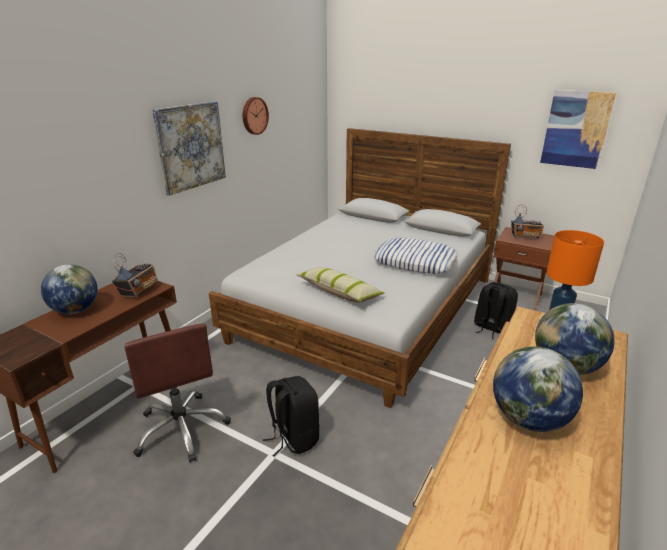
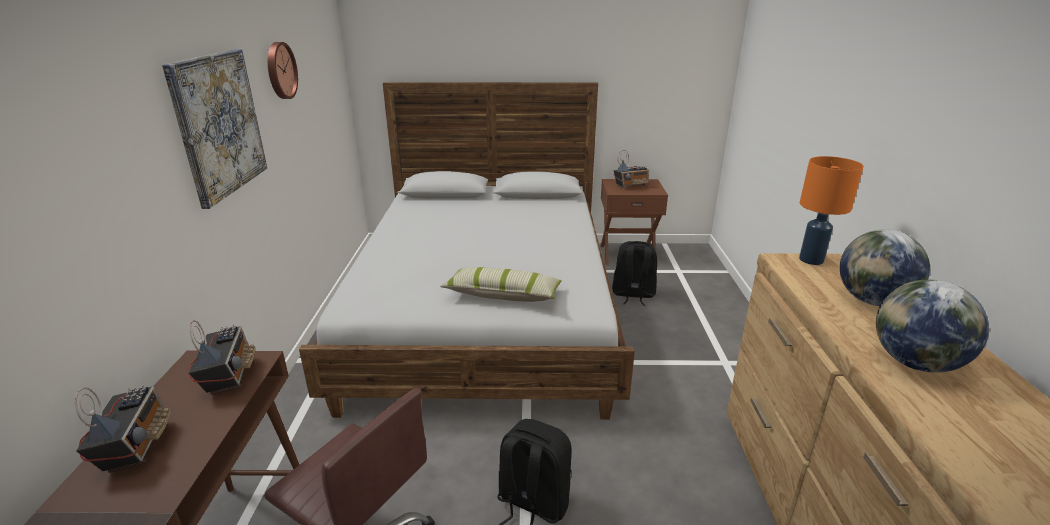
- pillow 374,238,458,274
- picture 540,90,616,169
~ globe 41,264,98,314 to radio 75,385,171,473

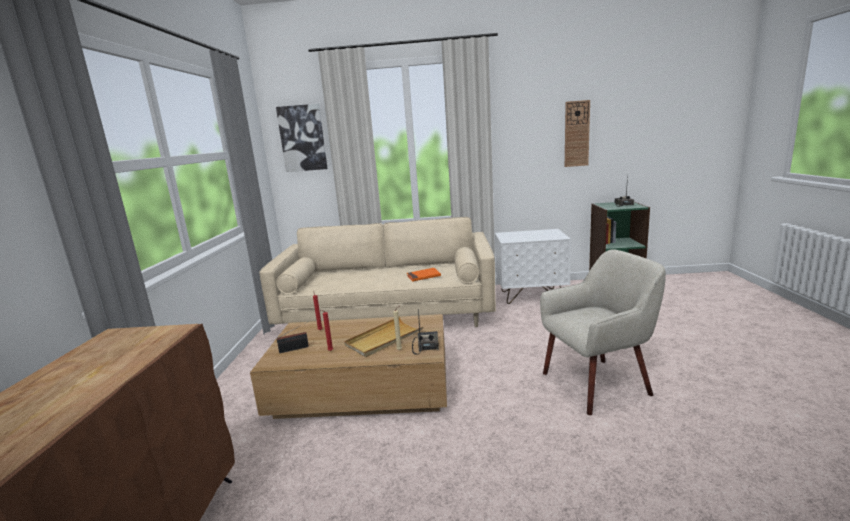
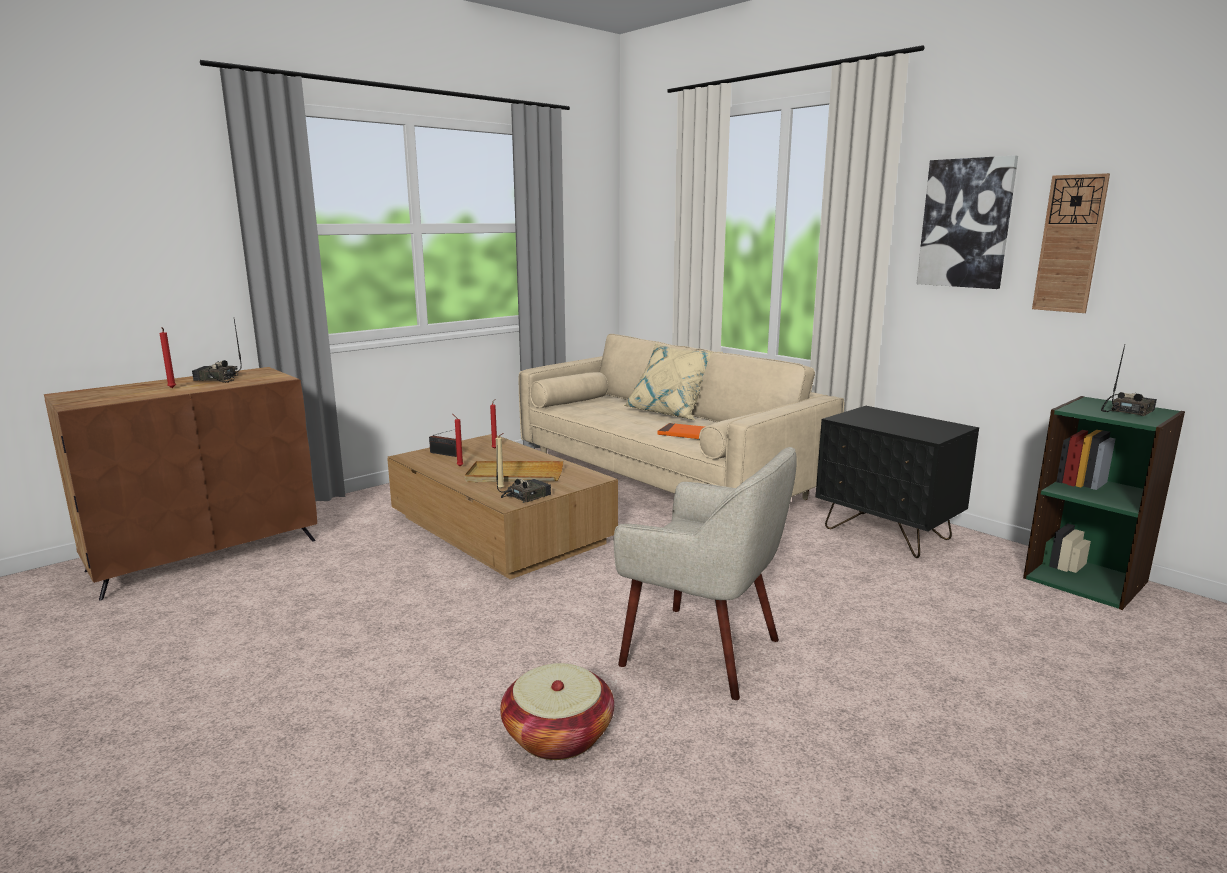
+ red candle 159,327,176,388
+ radio 192,319,242,383
+ basket 500,663,614,760
+ beige pillow 623,343,723,420
~ picture 276,104,328,172 to 916,155,1018,289
~ white nightstand 495,229,571,304 to black nightstand 815,406,979,558

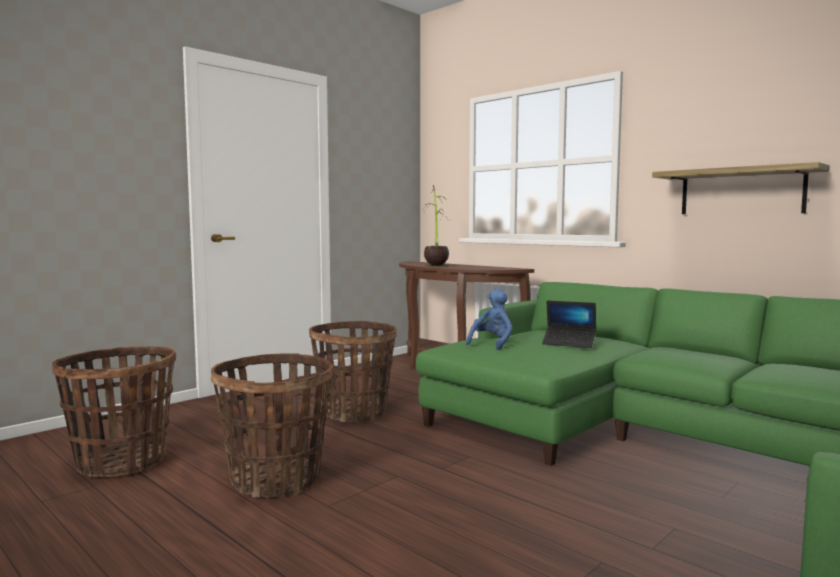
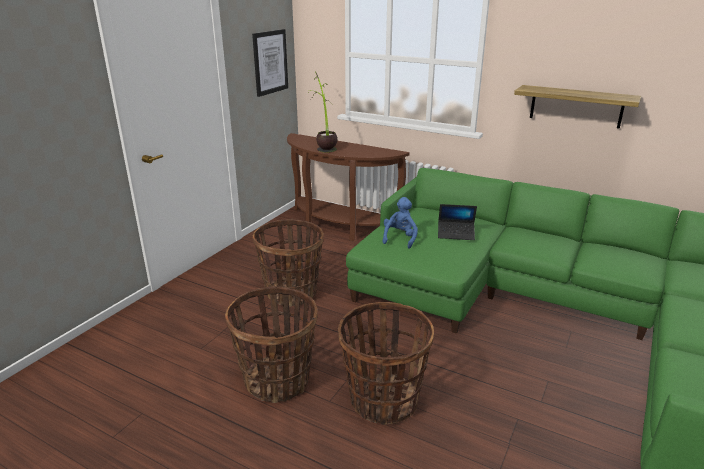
+ picture 252,29,288,97
~ basket 52,346,176,477 to 338,302,434,425

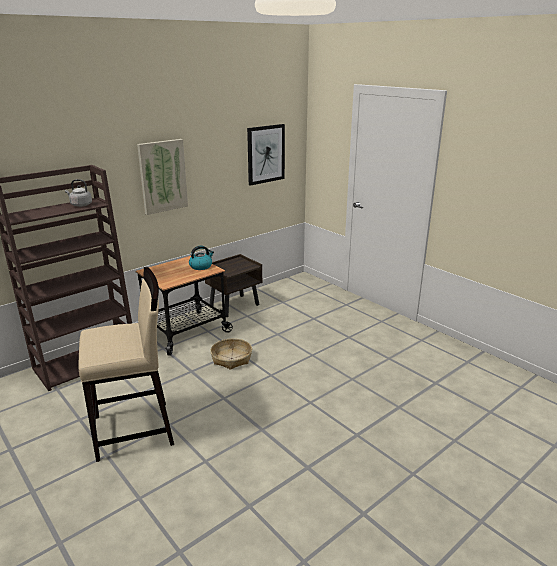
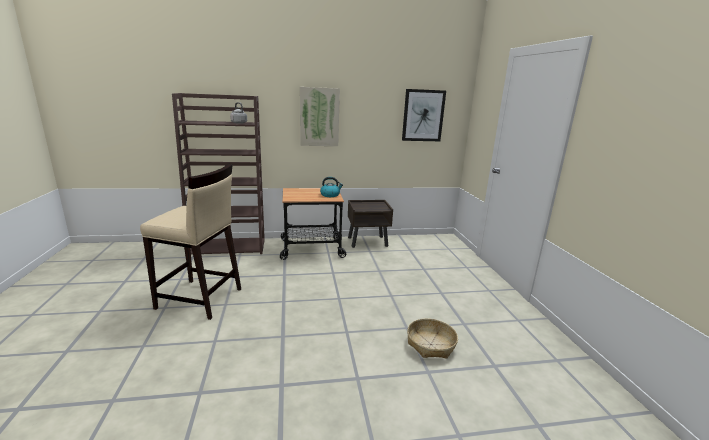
~ basket 210,338,252,370 to 407,318,458,358

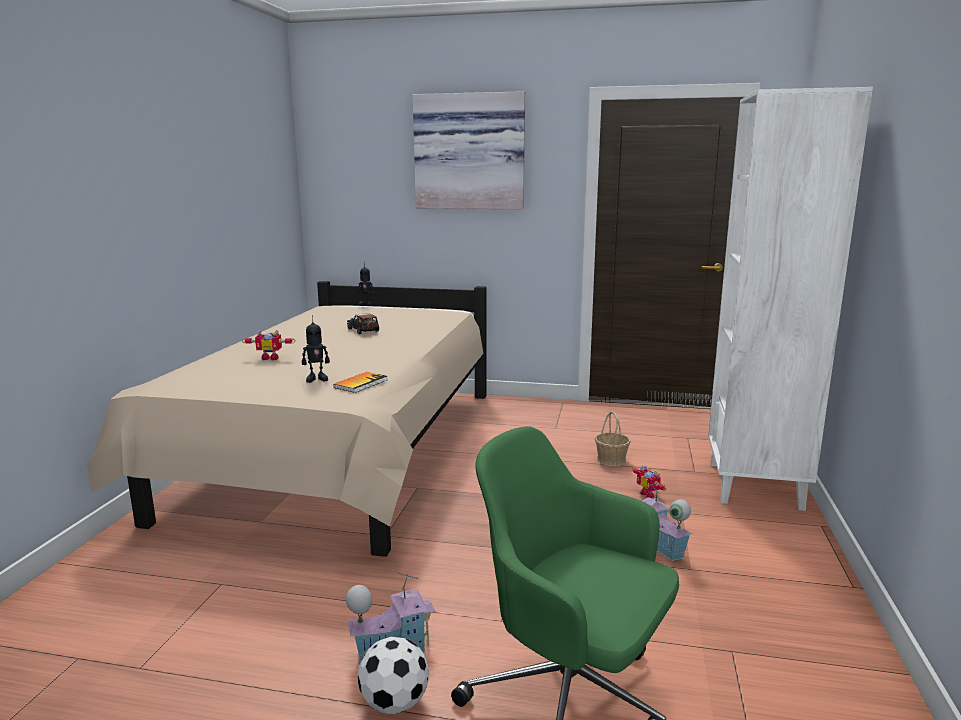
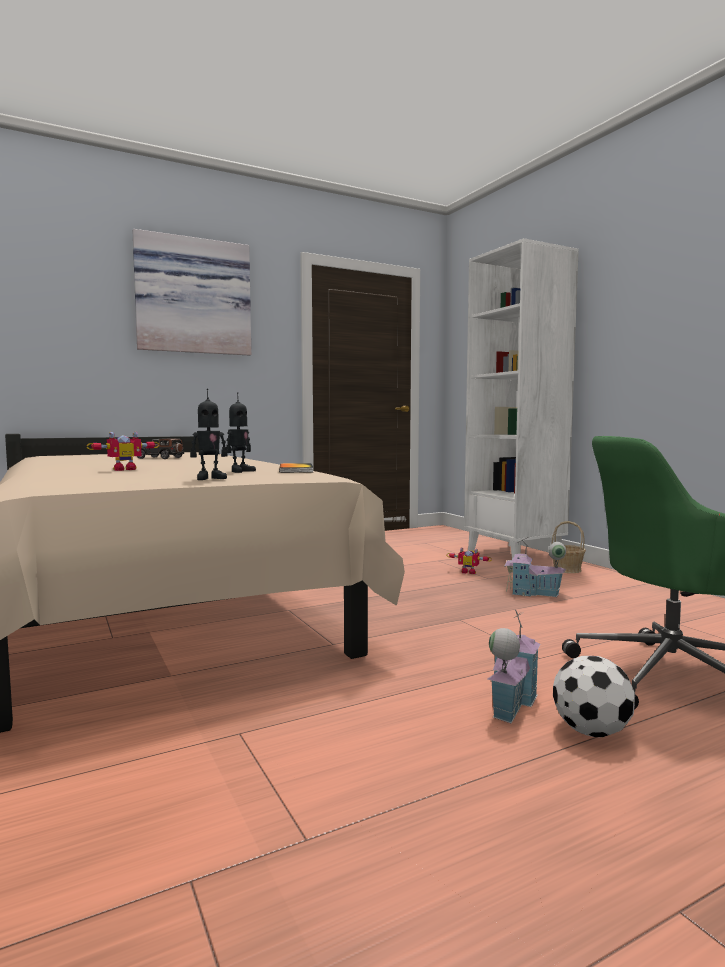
~ toy robot 358,262,374,306 to 190,389,228,480
~ basket 595,411,631,466 to 551,521,586,573

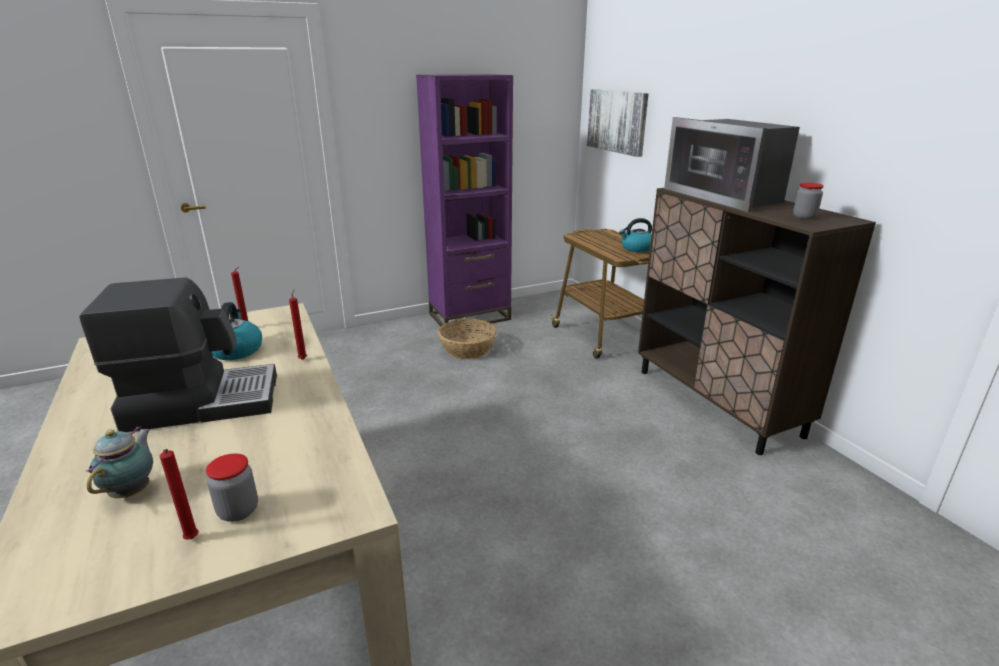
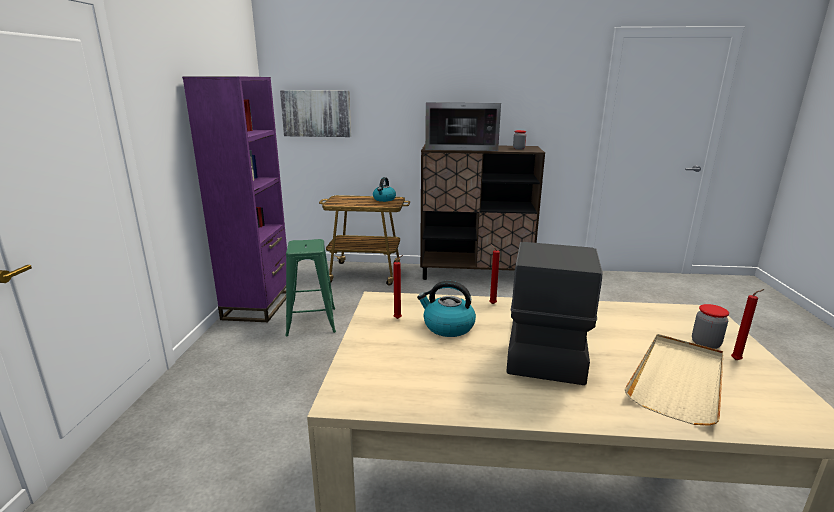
~ teapot 86,426,153,498 to beige tray 625,334,724,426
~ basket 438,319,497,359 to green stool 285,239,336,336

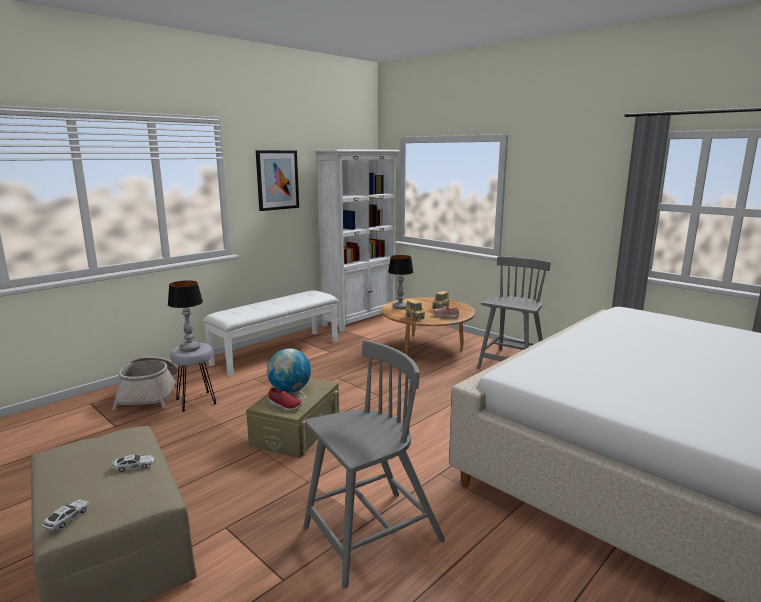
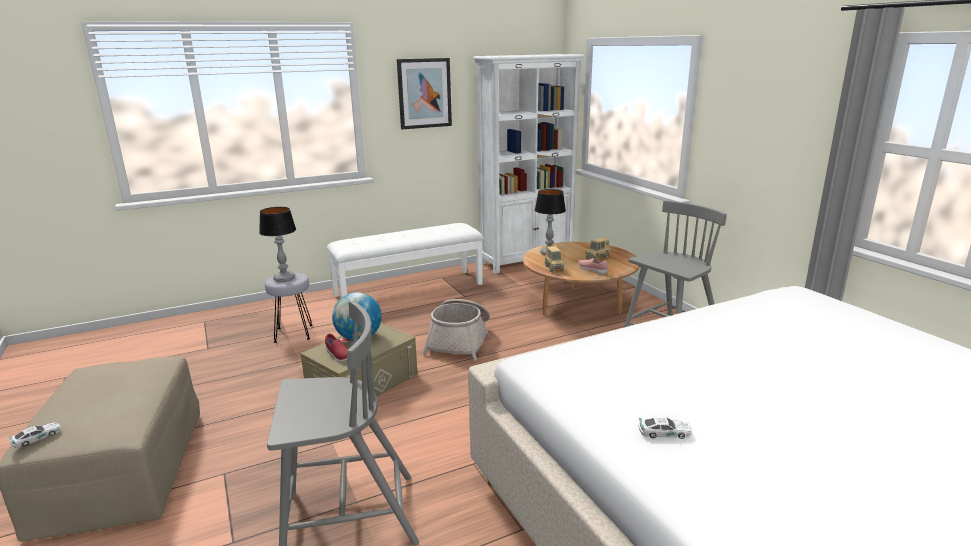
~ basket 112,356,179,410 to 422,299,490,361
~ toy car 112,454,154,472 to 639,417,692,439

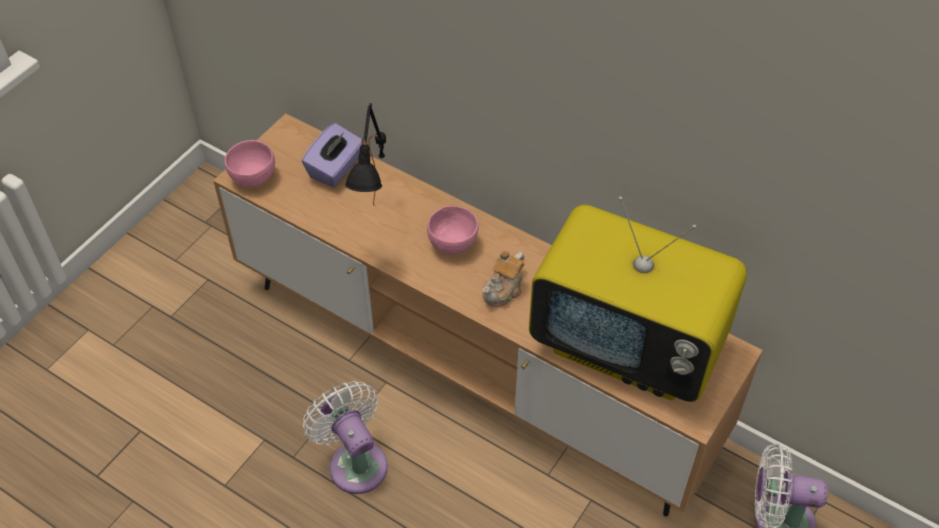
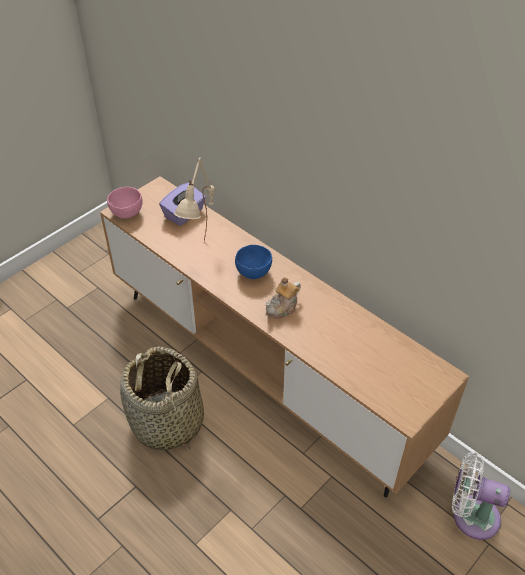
- television 529,196,747,402
~ white fan 303,381,388,494 to basket 120,346,204,450
~ black table lamp 345,103,386,205 to beige table lamp 174,158,215,240
~ pink bowl 427,206,479,255 to blue bowl 235,245,272,279

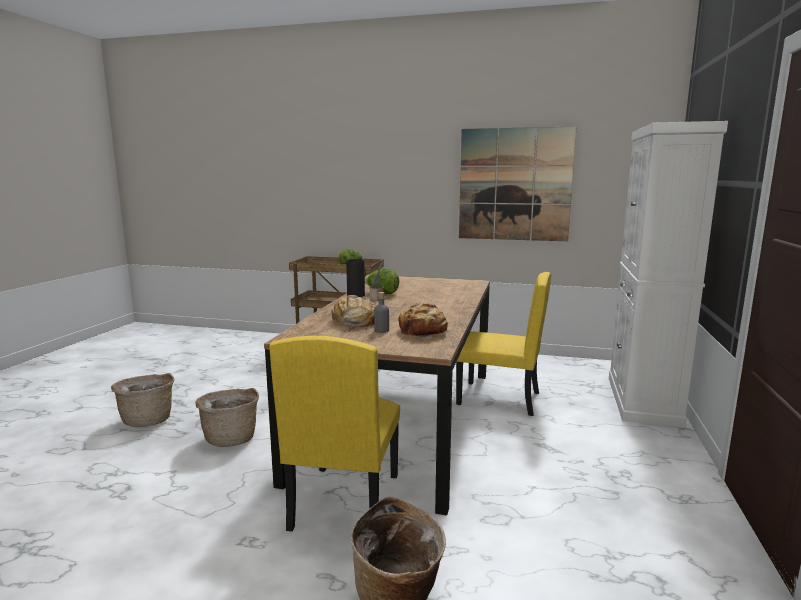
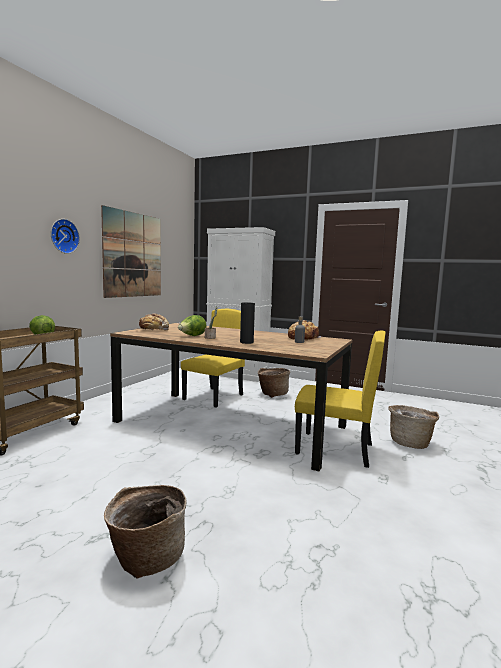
+ wall clock 51,219,80,254
~ basket 195,388,259,447 to 258,368,290,398
~ bread 332,295,377,327 to 136,313,169,331

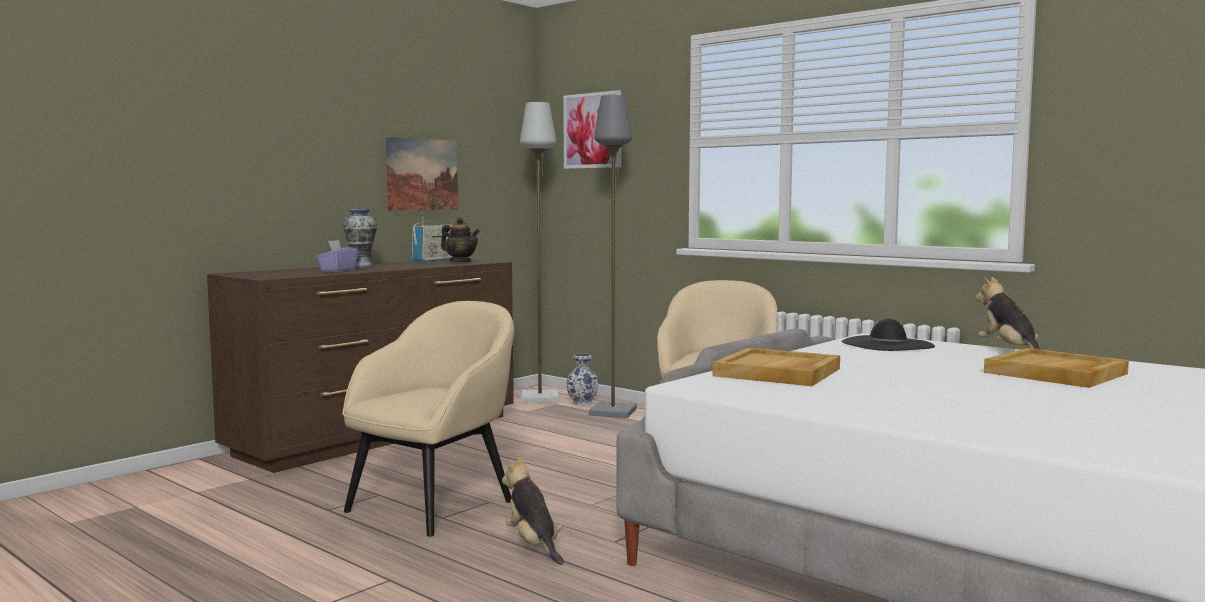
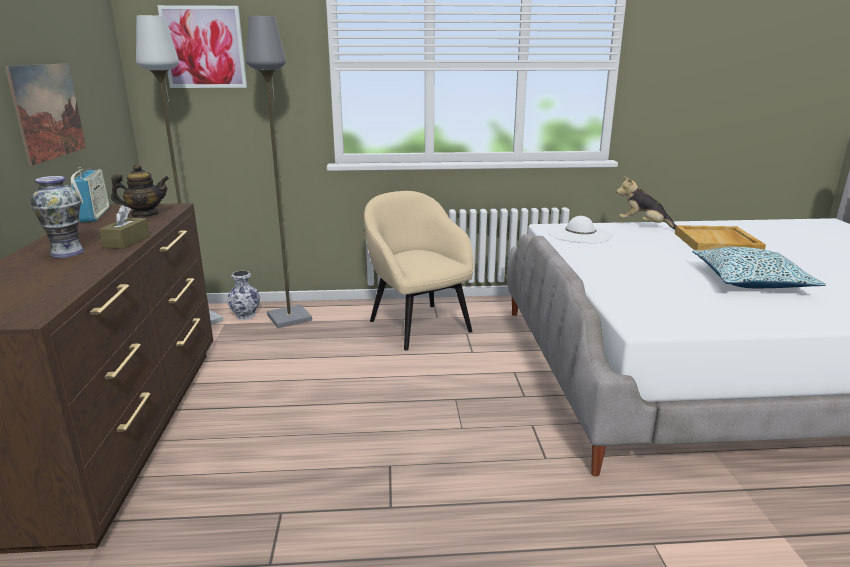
- purple tissue box 316,240,358,272
- beige armchair 342,301,514,537
- plush toy 502,456,564,565
- beige tray 713,348,840,386
+ brown tissue box 99,205,150,249
+ pillow 692,247,826,288
~ black hat 841,318,935,351 to white hat 548,216,613,243

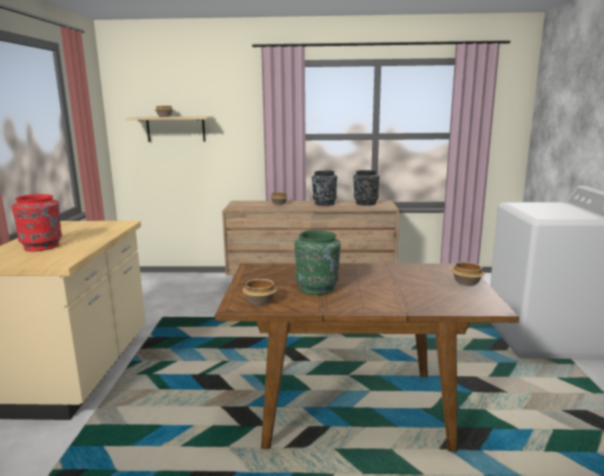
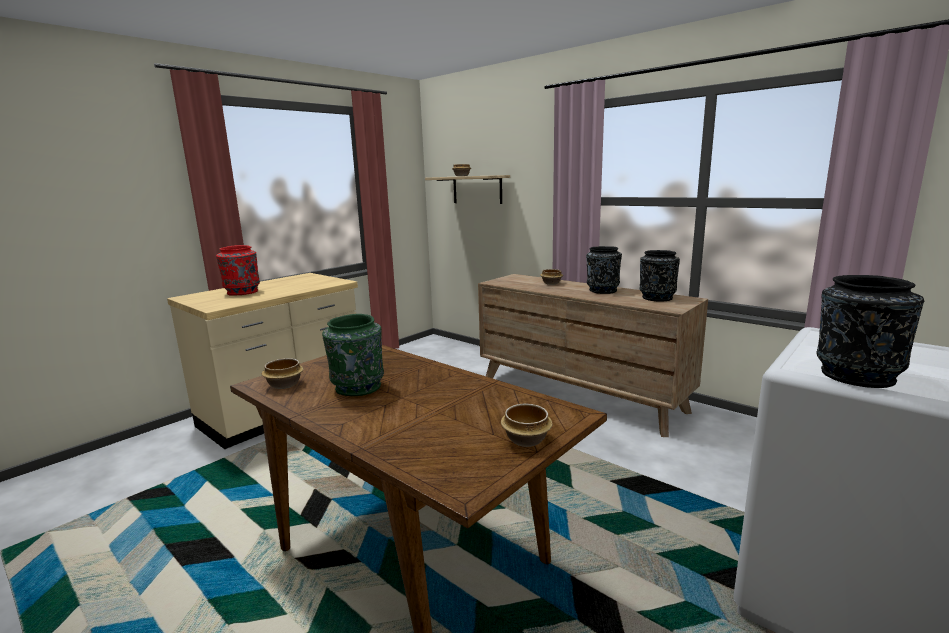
+ black vase 817,275,924,388

